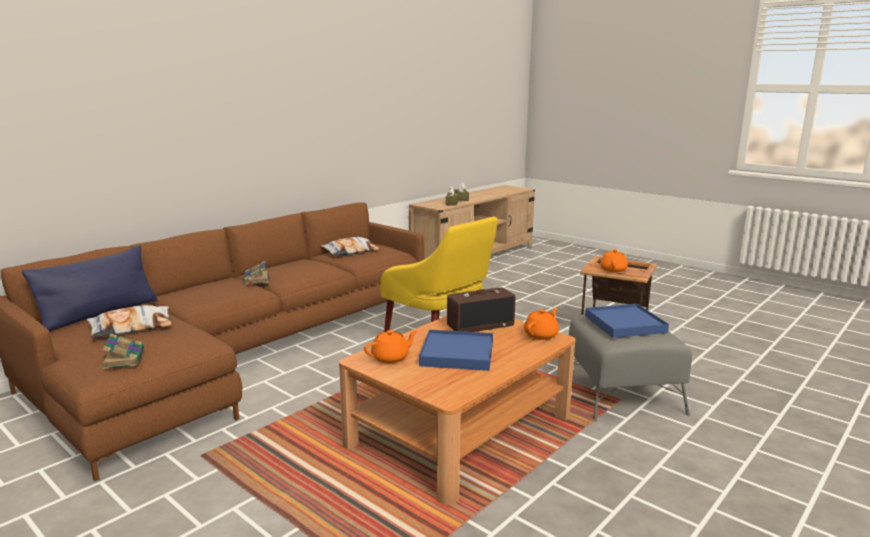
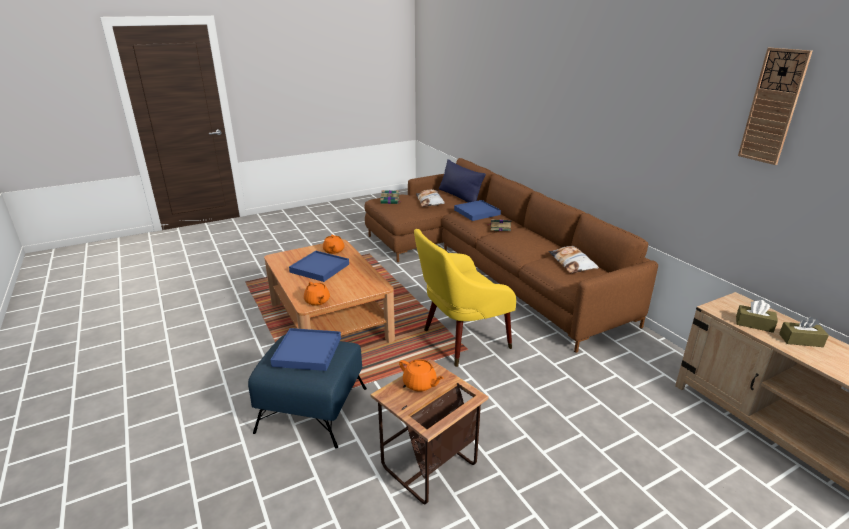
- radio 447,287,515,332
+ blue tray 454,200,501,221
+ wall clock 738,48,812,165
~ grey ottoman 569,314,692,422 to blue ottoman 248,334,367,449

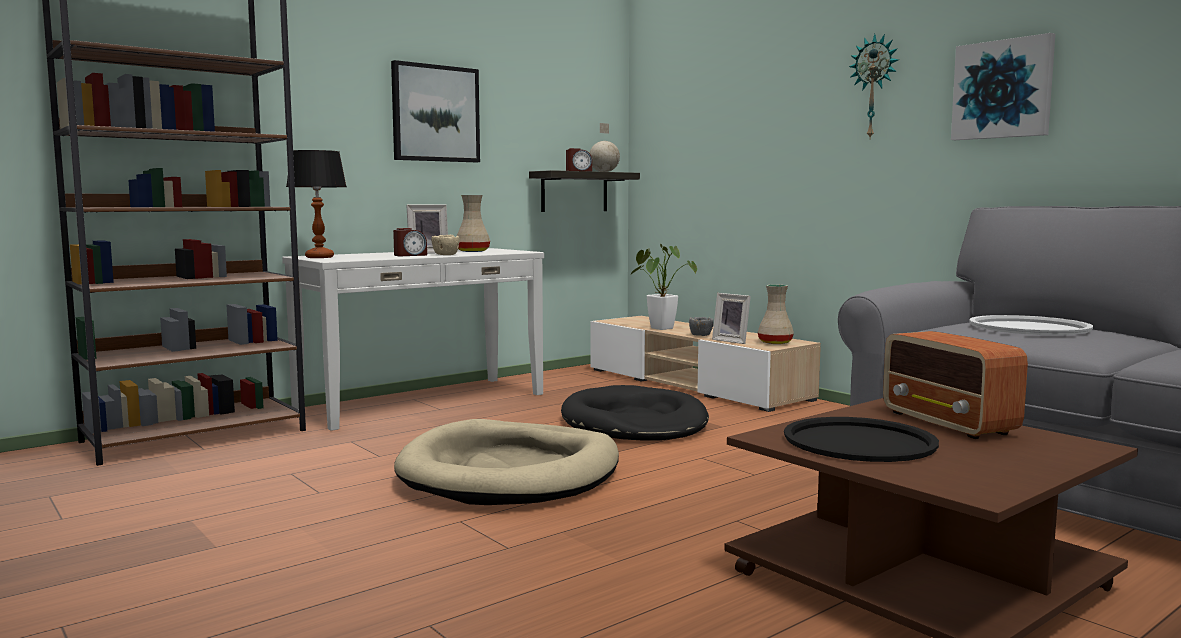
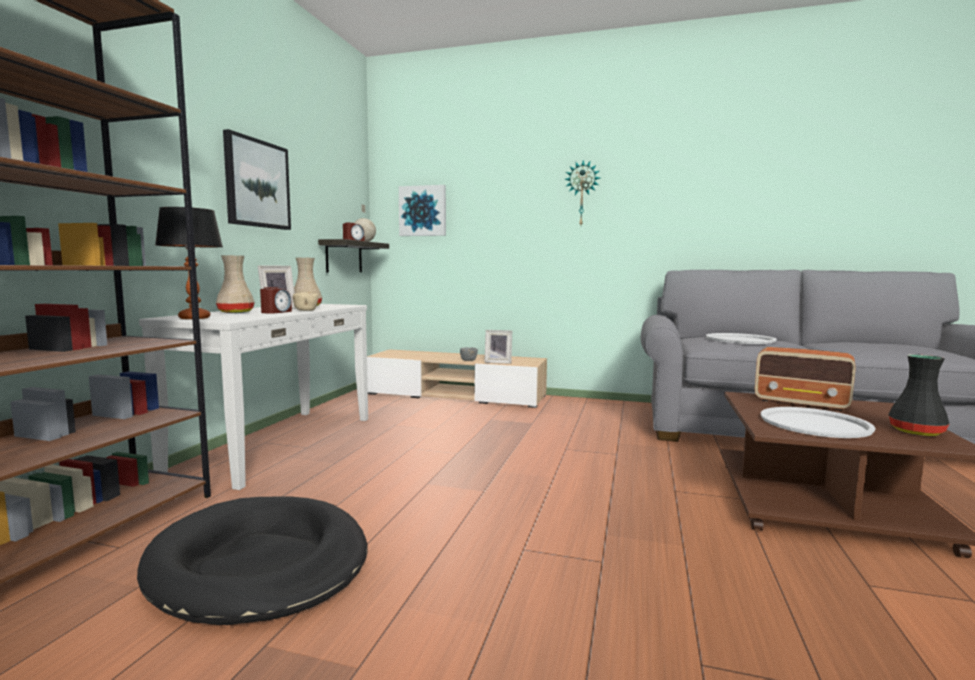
- beige dog bed 394,419,619,505
- potted plant 630,244,697,330
+ black vase 889,354,949,436
~ black dog bed 561,385,709,440 to 137,496,368,625
~ beige vase 757,285,794,344 to 216,255,255,313
~ picture 951,33,1055,140 to 399,185,446,236
~ black tray 784,417,939,462 to white tray 761,407,876,438

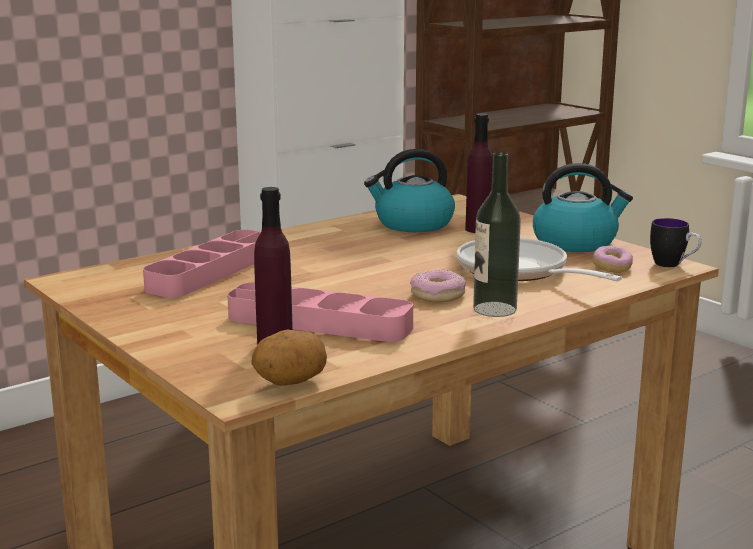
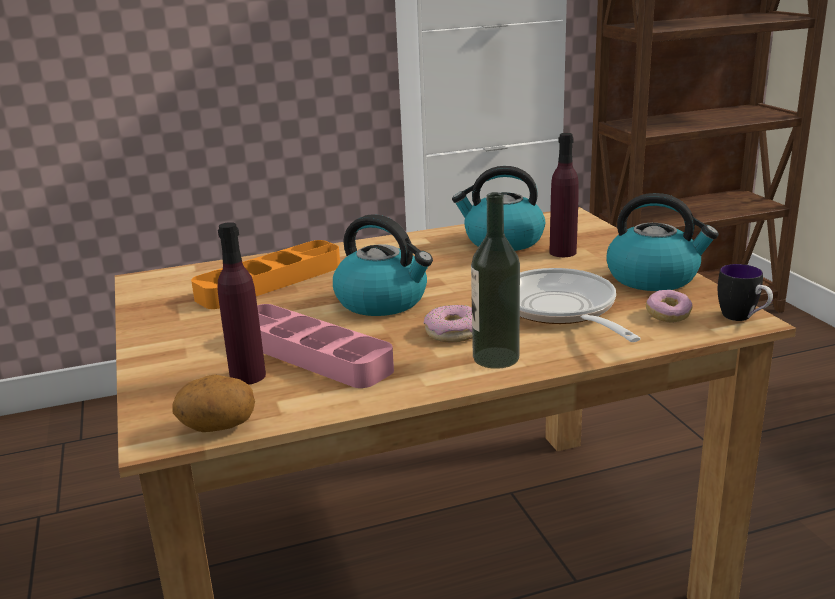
+ kettle 333,214,433,316
~ pink tray 143,229,261,298 to orange tray 191,240,340,309

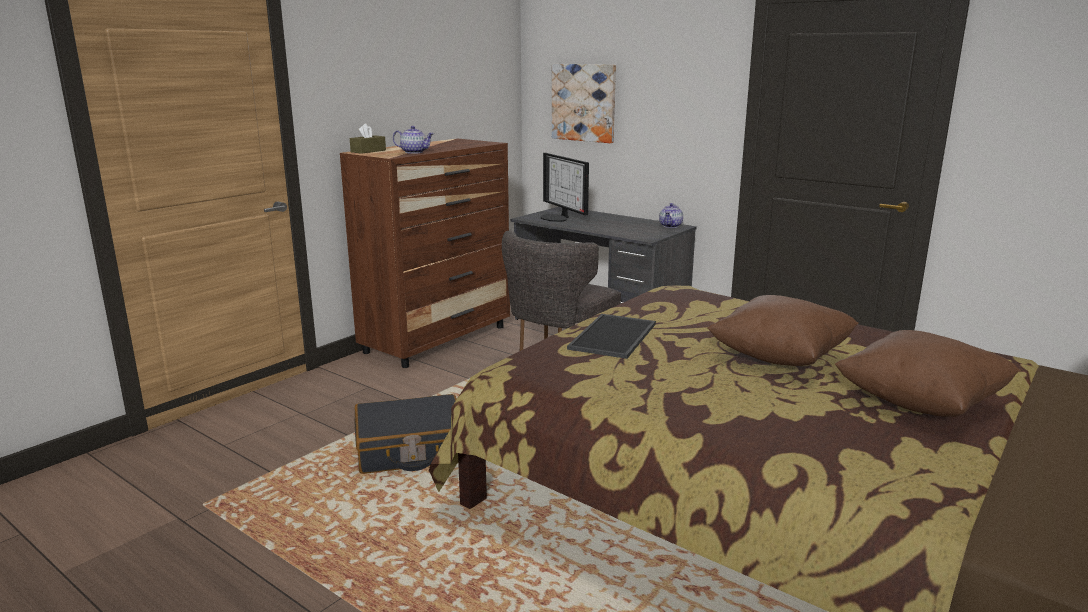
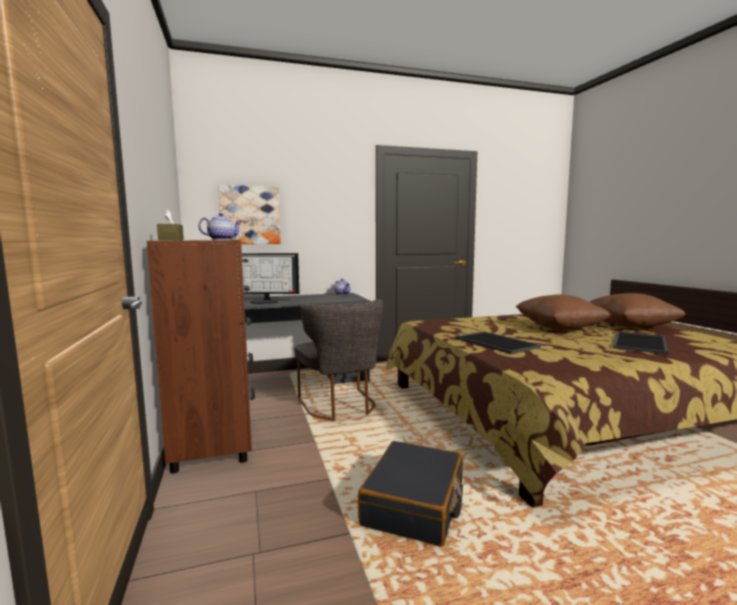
+ tray 613,331,668,355

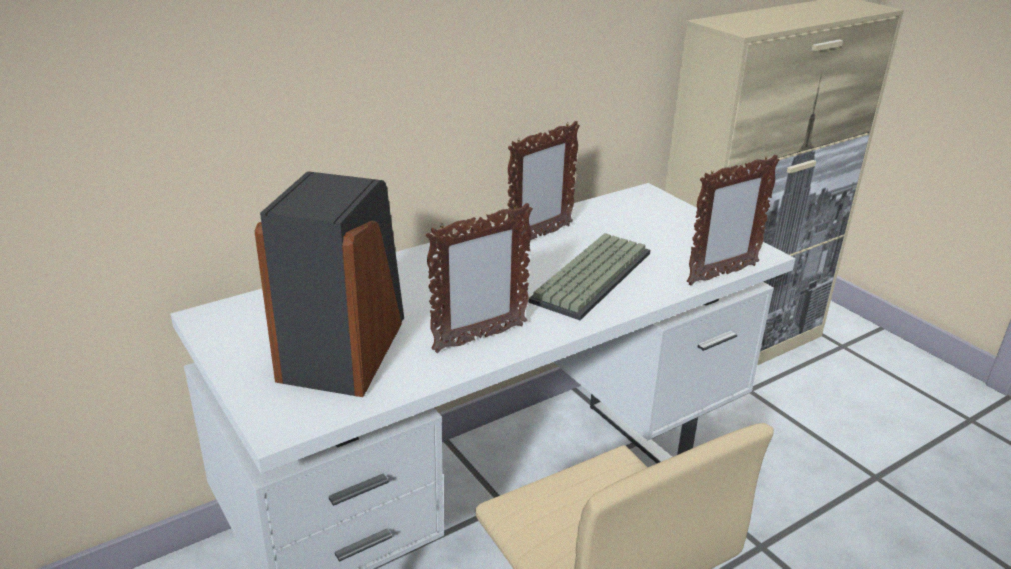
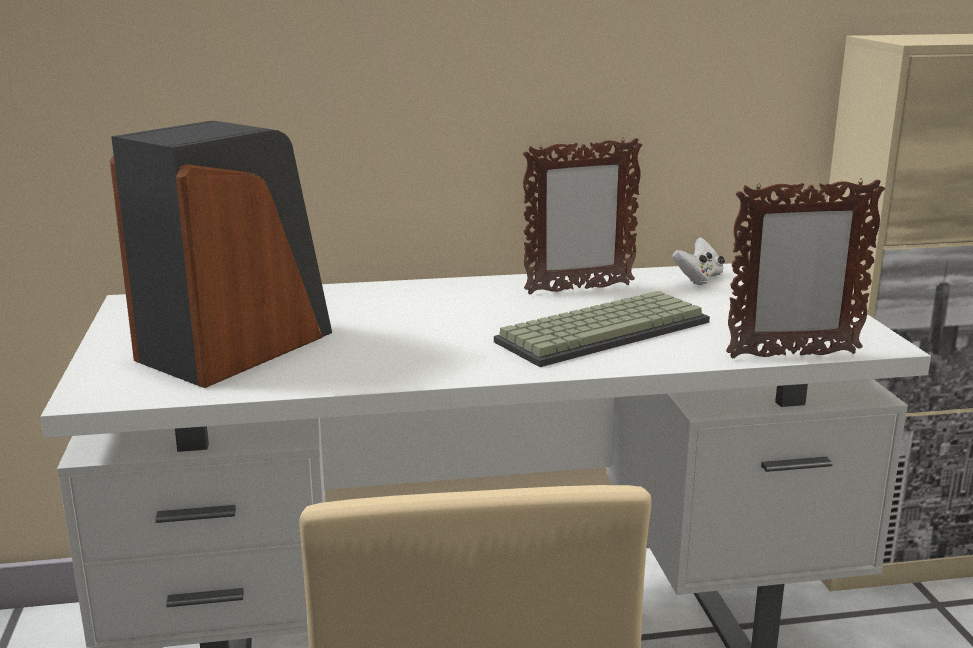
- picture frame 426,203,533,353
+ white game controller 672,237,725,285

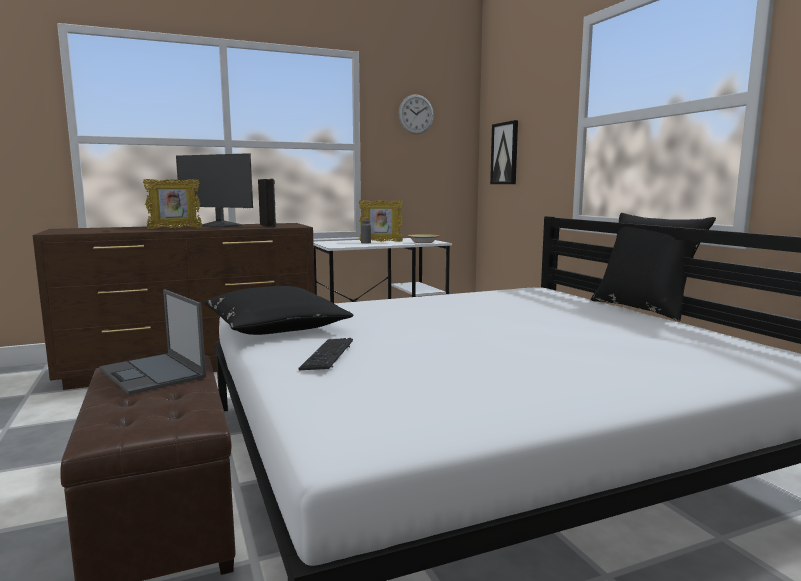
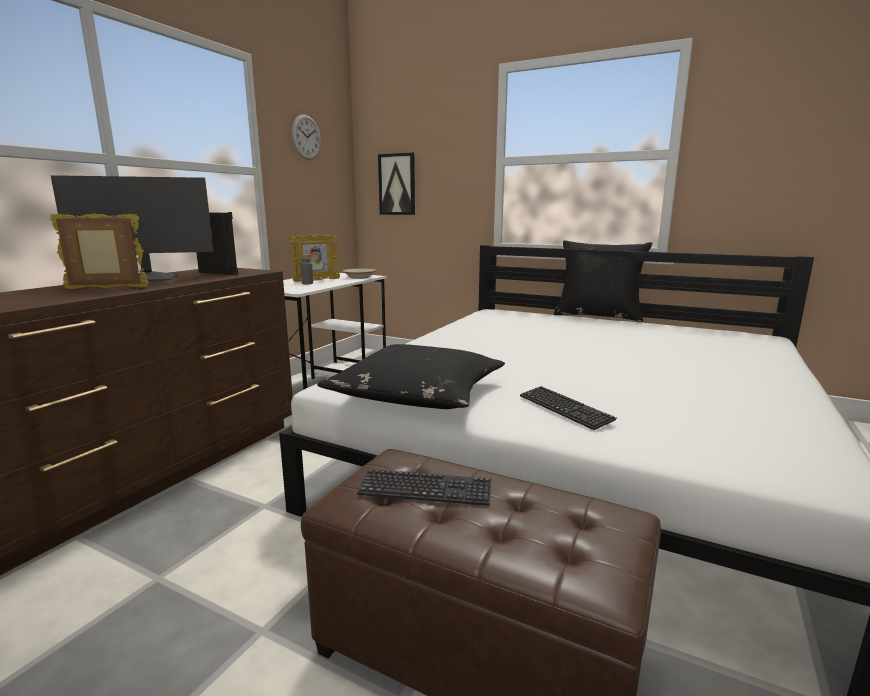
~ laptop 100,290,206,395 to keyboard 357,469,491,506
~ picture frame 143,178,202,229 = 50,213,149,289 120 degrees counterclockwise

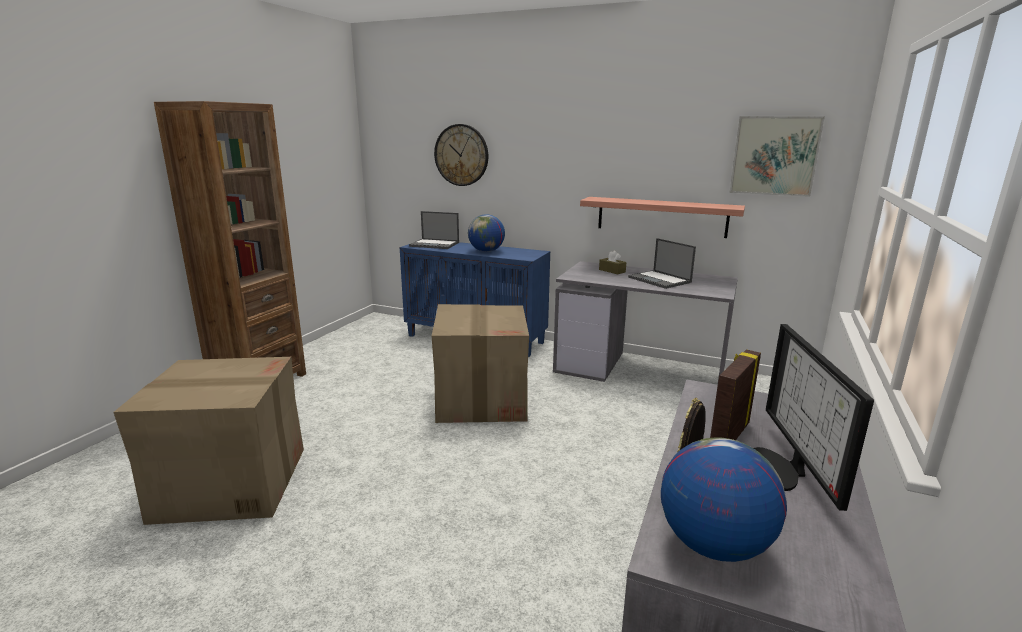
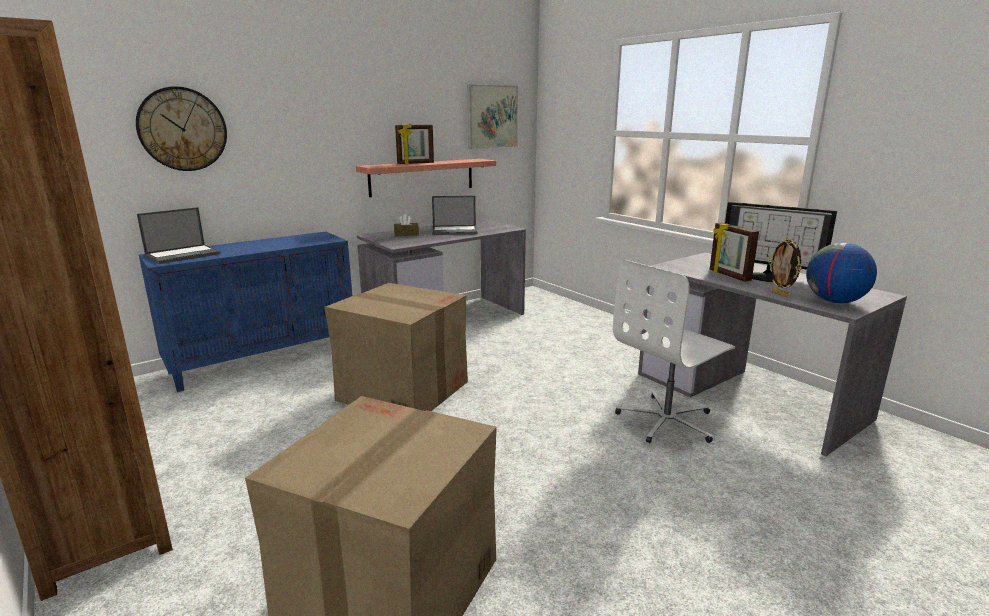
- globe 468,214,505,252
+ picture frame 395,124,434,164
+ white office chair 613,260,735,443

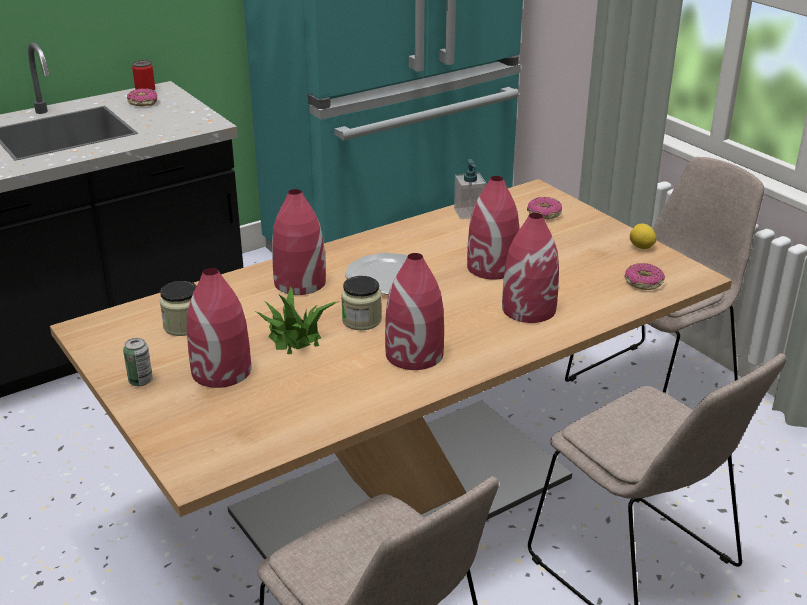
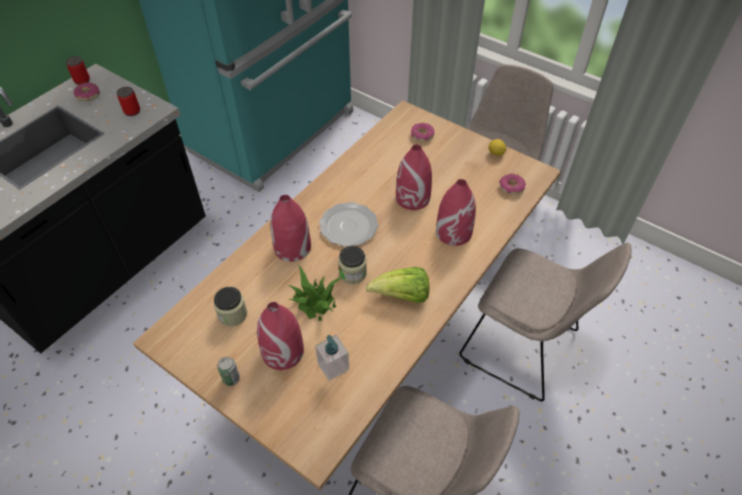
+ can 117,87,140,116
~ soap dispenser 454,159,486,219 to 315,335,349,381
~ red vase 385,253,444,370 to lettuce 366,267,429,303

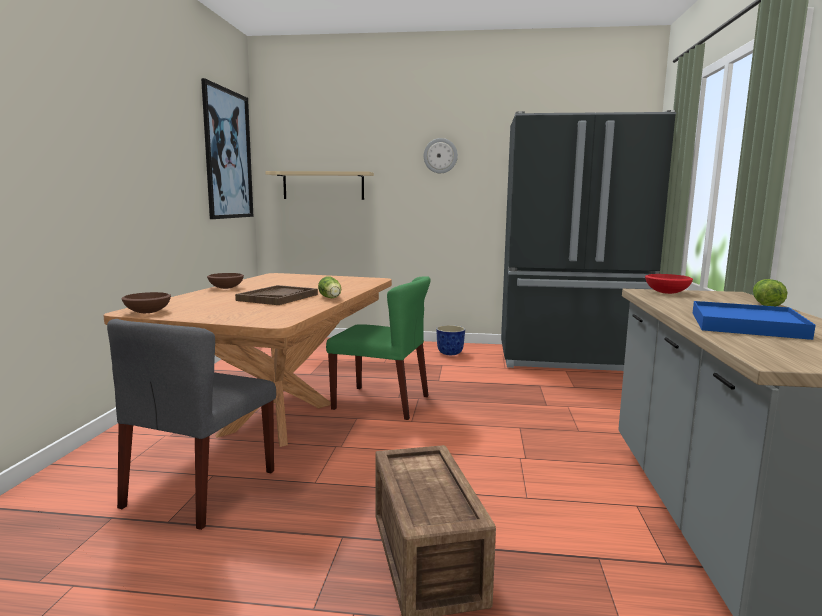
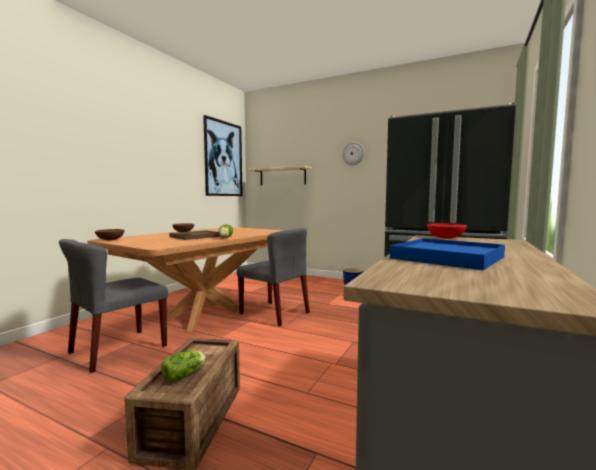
~ lettuce 753,279,787,306 to 161,350,206,382
~ green chair 326,276,431,420 to grey chair 237,228,310,326

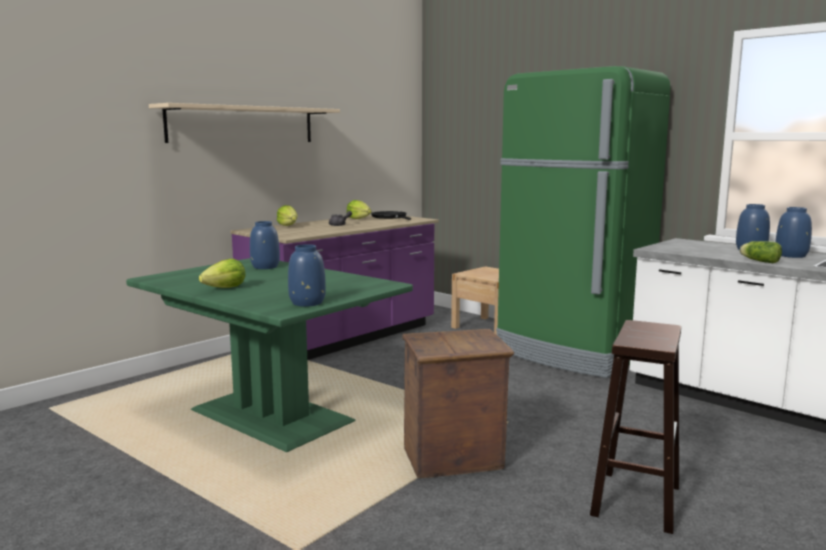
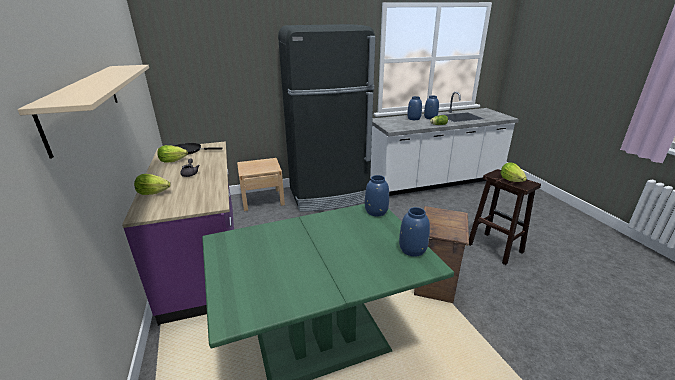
~ lettuce 199,259,246,288 to 500,163,527,182
~ blue vase 250,221,280,269 to 365,175,389,216
~ green fridge 496,66,670,378 to black fridge 278,24,375,212

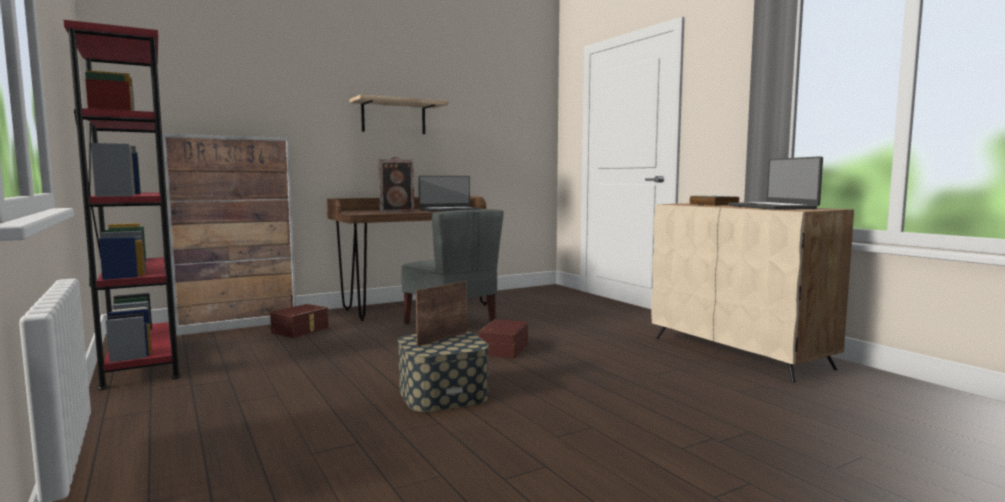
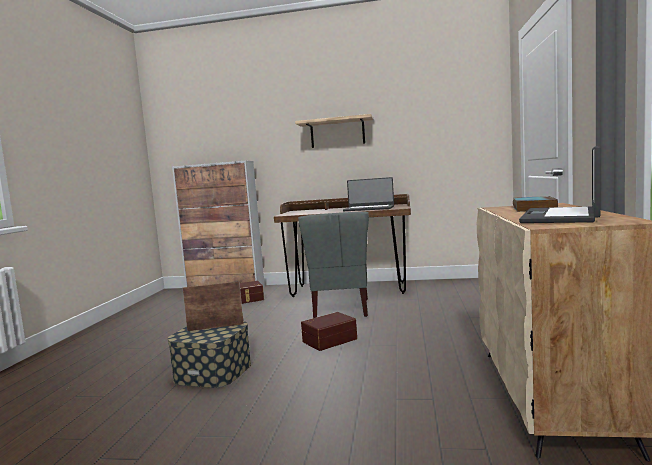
- red bookcase 64,20,181,390
- speaker 378,157,414,213

